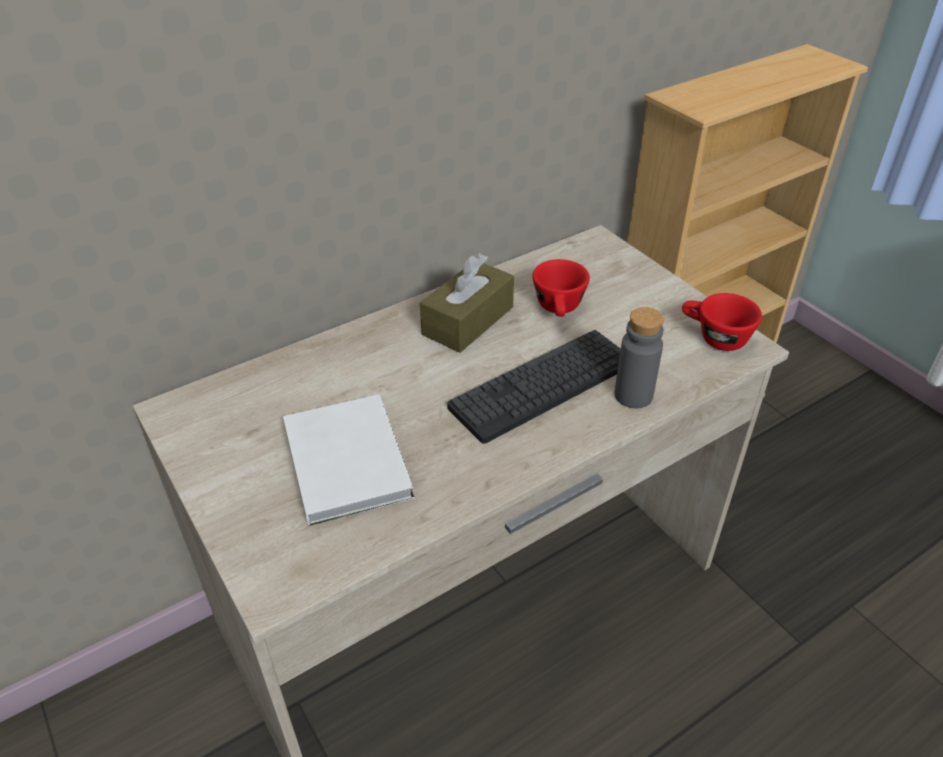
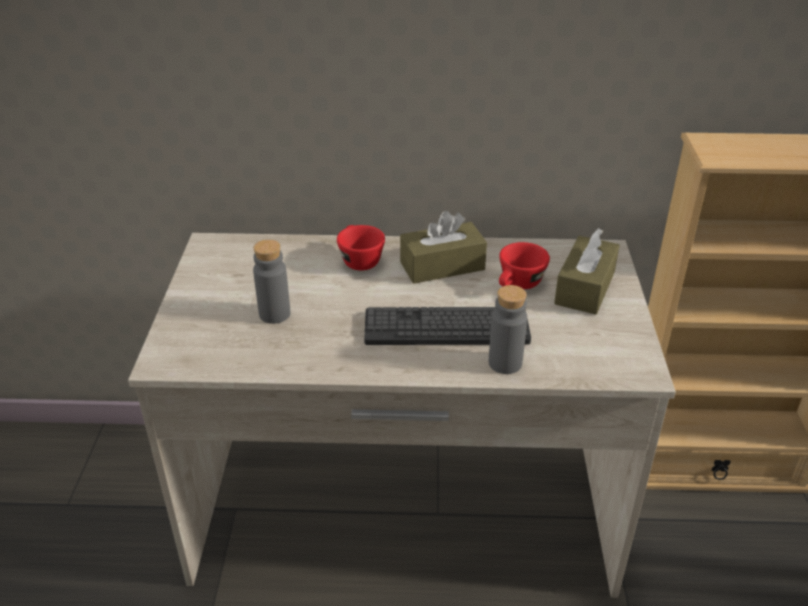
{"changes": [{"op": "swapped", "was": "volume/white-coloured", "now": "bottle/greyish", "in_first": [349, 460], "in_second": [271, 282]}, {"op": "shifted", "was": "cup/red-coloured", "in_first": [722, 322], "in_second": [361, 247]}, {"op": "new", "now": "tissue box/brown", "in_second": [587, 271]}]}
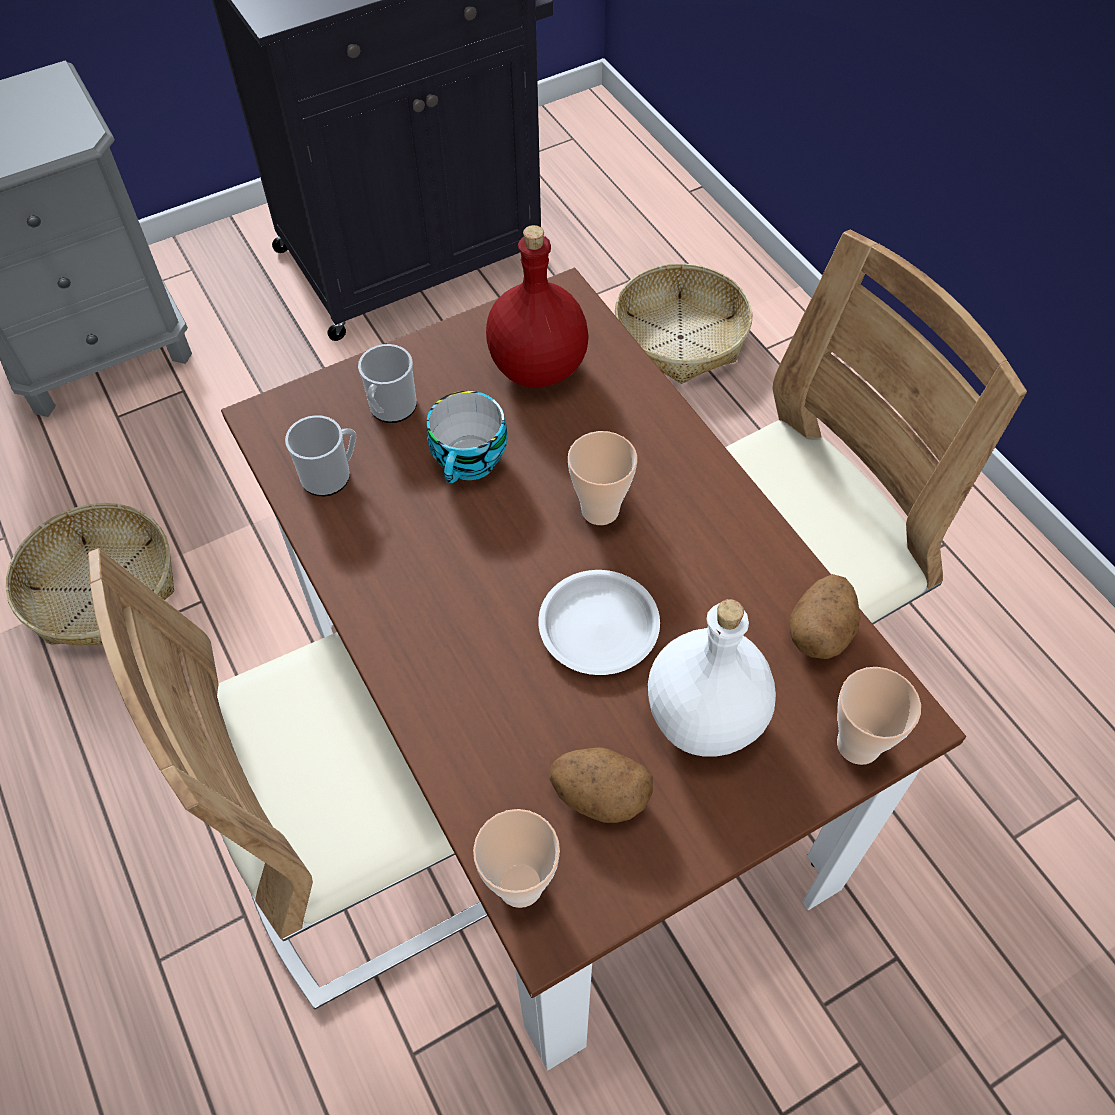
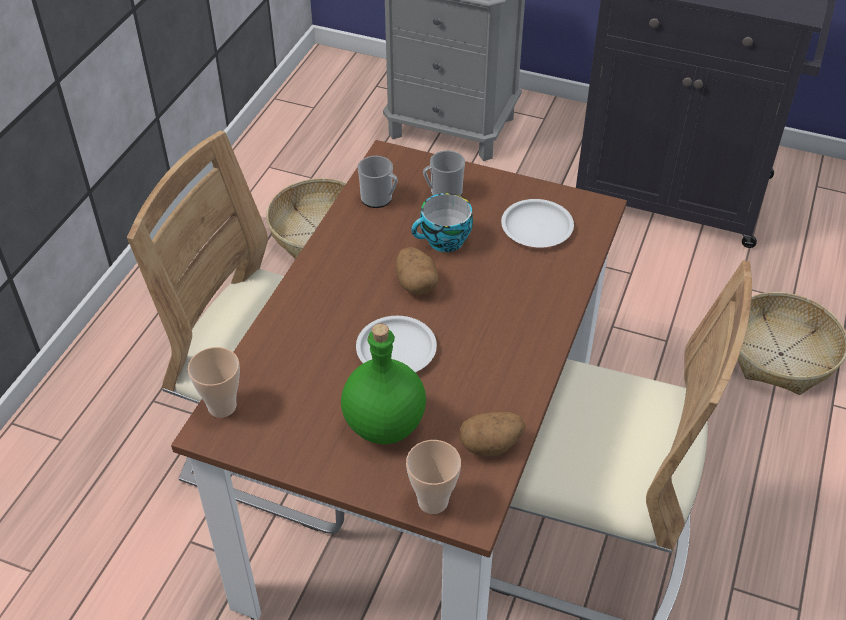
{"changes": [{"op": "swapped", "was": "bottle/red-coloured", "now": "flat dish/white-coloured", "in_first": [537, 306], "in_second": [537, 223]}, {"op": "shifted", "was": "whole potato", "in_first": [601, 785], "in_second": [417, 271]}, {"op": "gone", "was": "cup", "in_first": [602, 478]}, {"op": "repainted", "was": "bottle/white-coloured", "now": "bottle/green-coloured", "in_first": [712, 678], "in_second": [383, 383]}]}
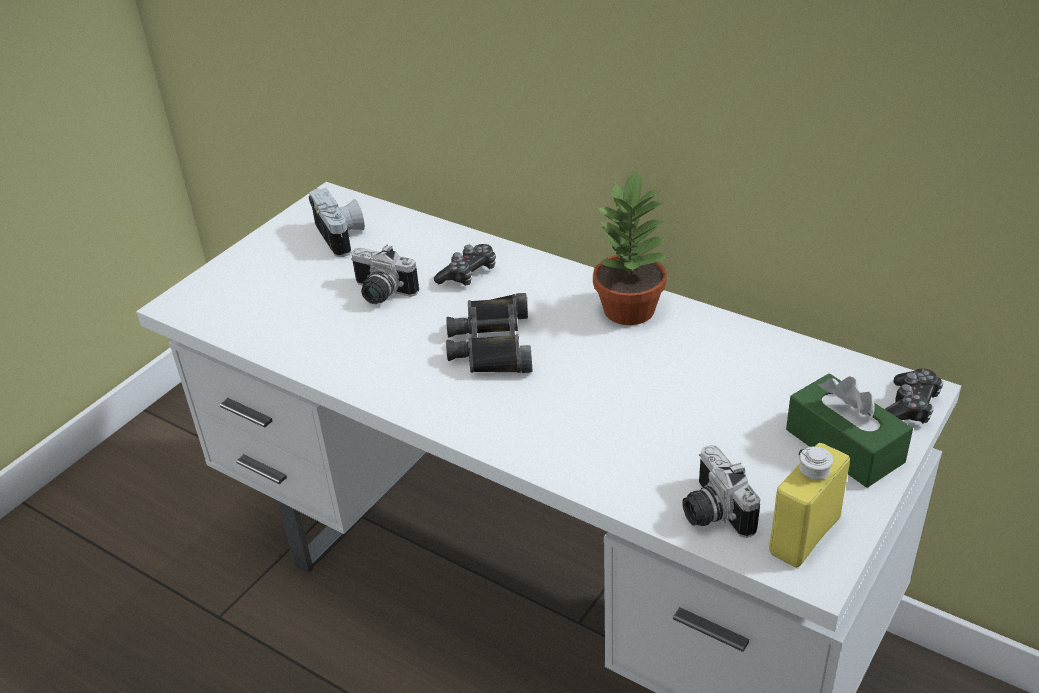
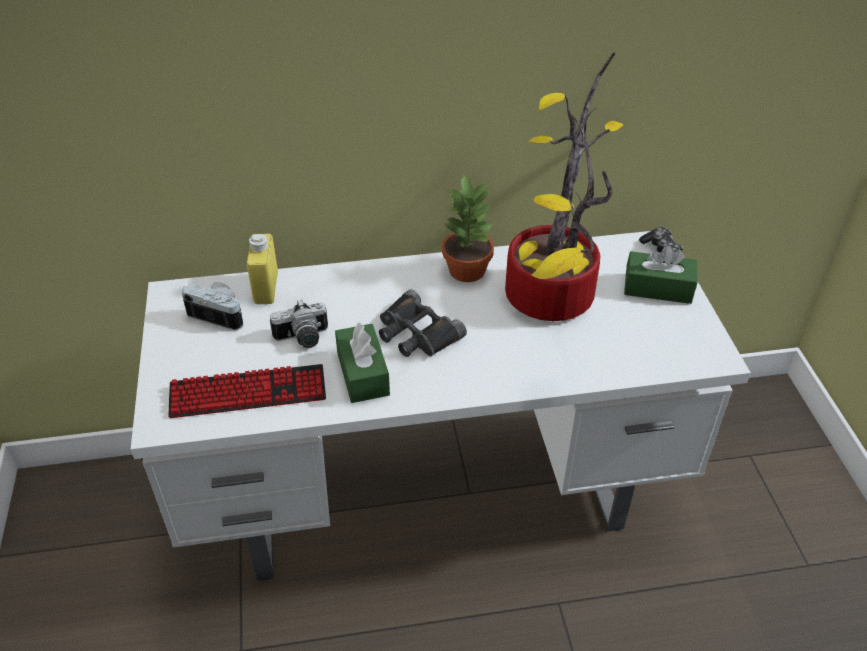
{"changes": [{"op": "gone", "was": "joypad", "in_first": [465, 265]}, {"op": "gone", "was": "photo camera", "in_first": [721, 491]}, {"op": "shifted", "was": "bottle/yellowish", "in_first": [809, 505], "in_second": [262, 269]}, {"op": "new", "now": "PC keyboard", "in_second": [247, 391]}, {"op": "new", "now": "tissue box/green-coloured", "in_second": [362, 362]}, {"op": "new", "now": "houseplant", "in_second": [564, 186]}]}
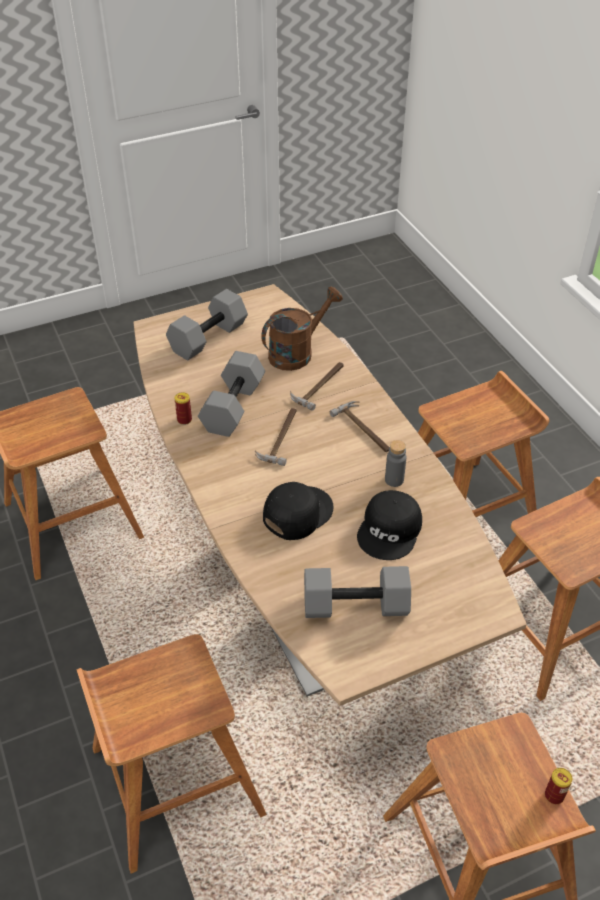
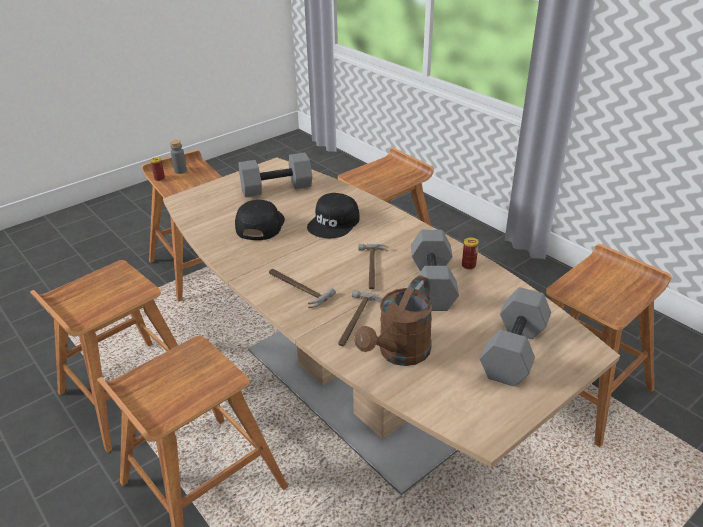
{"changes": [{"op": "shifted", "was": "bottle/greyish", "in_first": [396, 463], "in_second": [178, 157]}]}
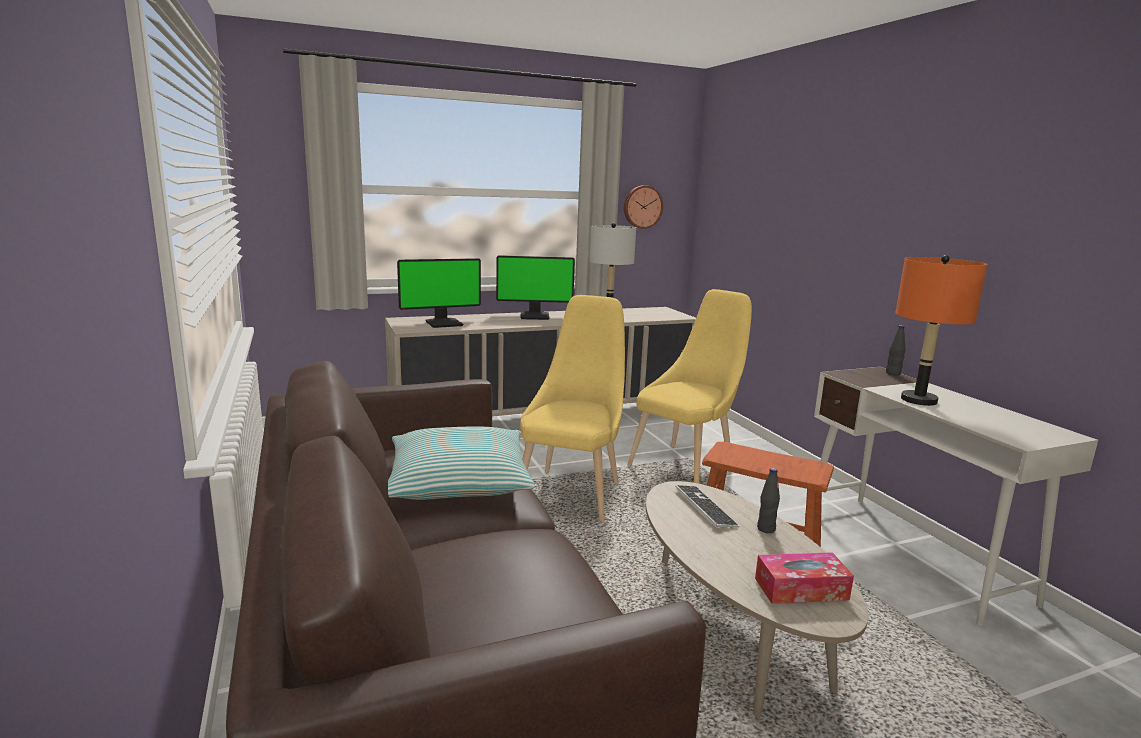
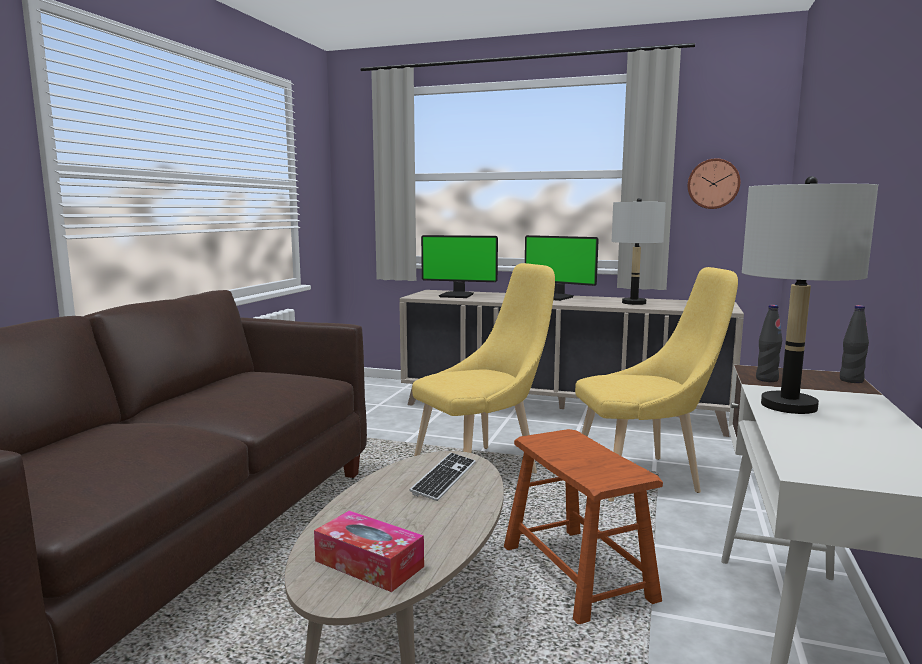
{"changes": [{"op": "gone", "was": "cushion", "in_first": [461, 463]}, {"op": "shifted", "was": "bottle/blackish", "in_first": [768, 500], "in_second": [769, 343]}, {"op": "repainted", "was": "table lamp/orange-coloured", "now": "table lamp/greyish", "in_first": [941, 330], "in_second": [810, 295]}]}
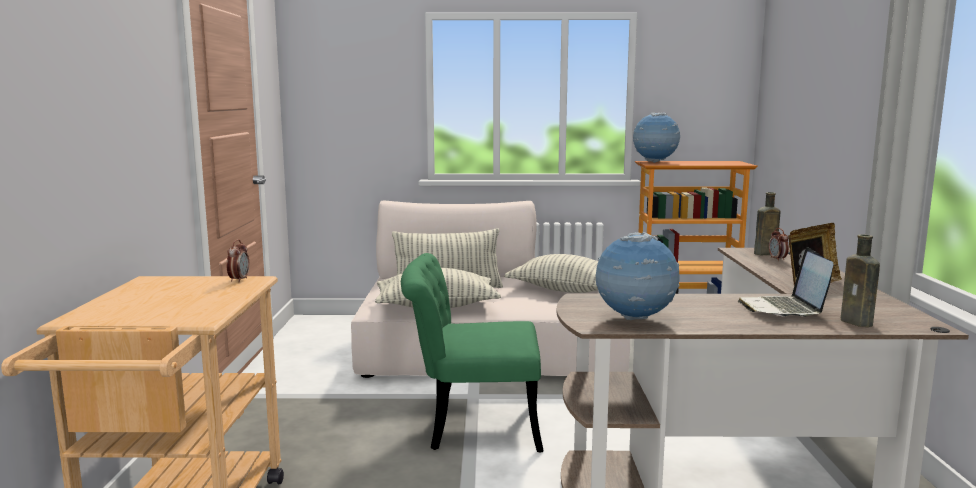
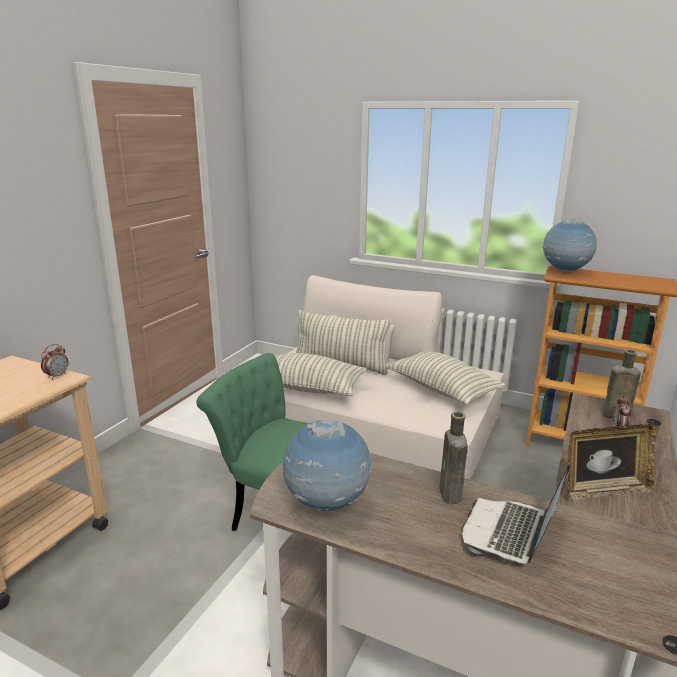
{"changes": [{"op": "shifted", "was": "bottle/brown", "in_first": [860, 280], "in_second": [453, 458]}]}
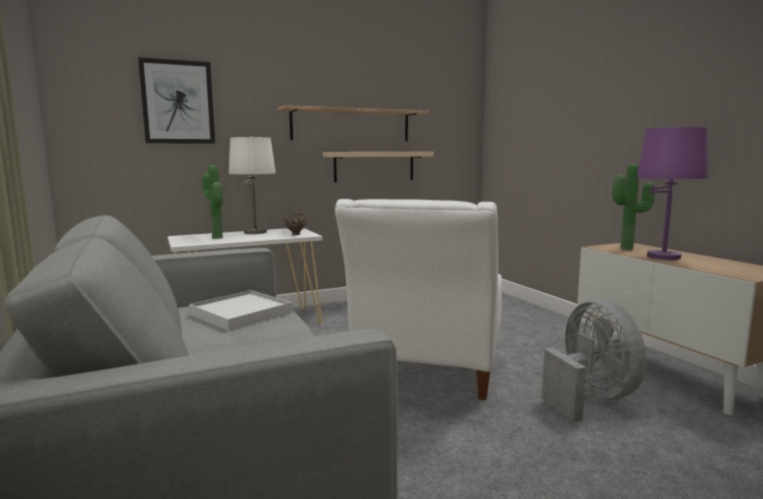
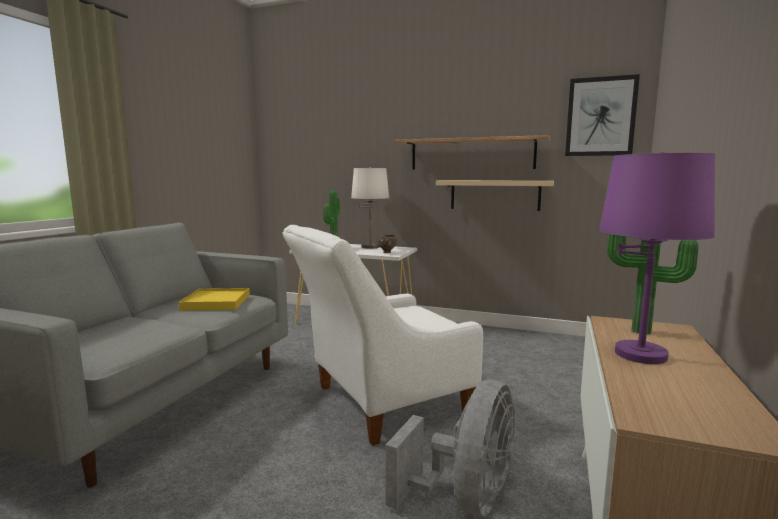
{"changes": [{"op": "shifted", "was": "wall art", "in_first": [176, 100], "in_second": [602, 115]}, {"op": "repainted", "was": "tray/white-coloured", "now": "tray/yellowish", "in_first": [240, 310], "in_second": [214, 299]}]}
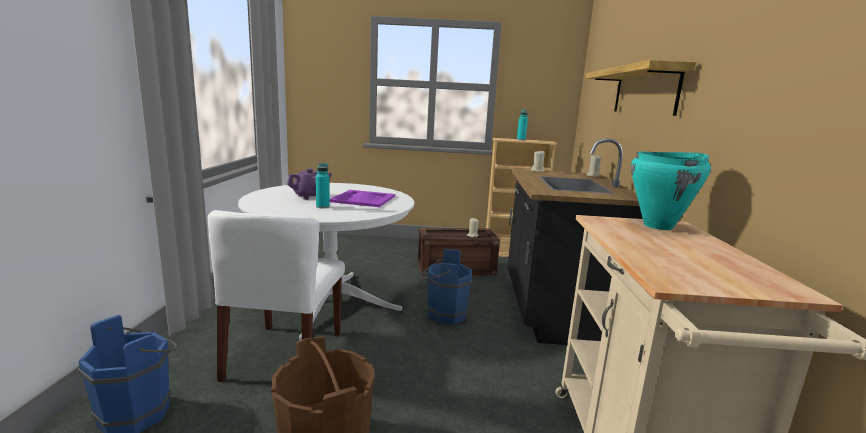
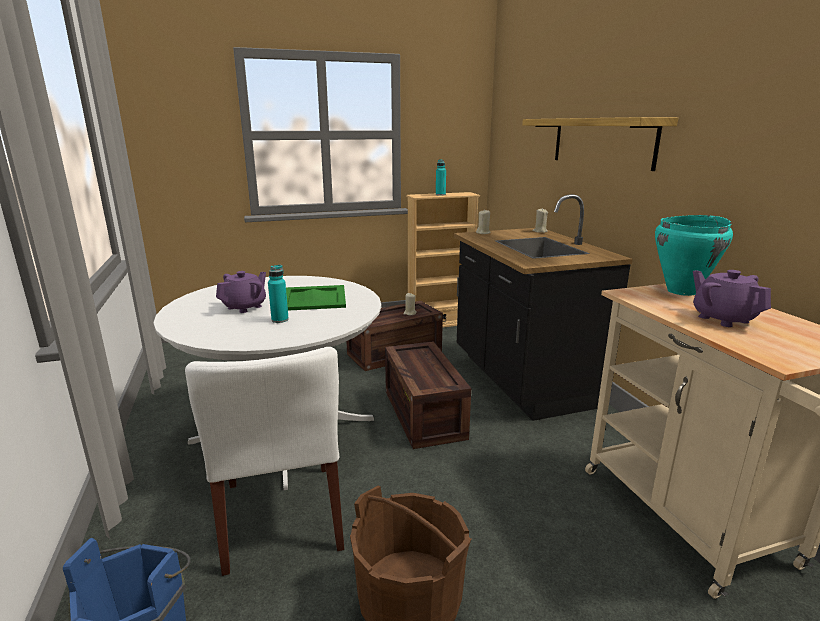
{"changes": [{"op": "repainted", "was": "tray/purple-coloured", "now": "tray/green-coloured", "in_first": [362, 198], "in_second": [316, 298]}, {"op": "swapped", "was": "water bucket/bluish", "now": "crate", "in_first": [446, 287], "in_second": [428, 395]}, {"op": "new", "now": "teapot/purple-coloured", "in_second": [732, 298]}]}
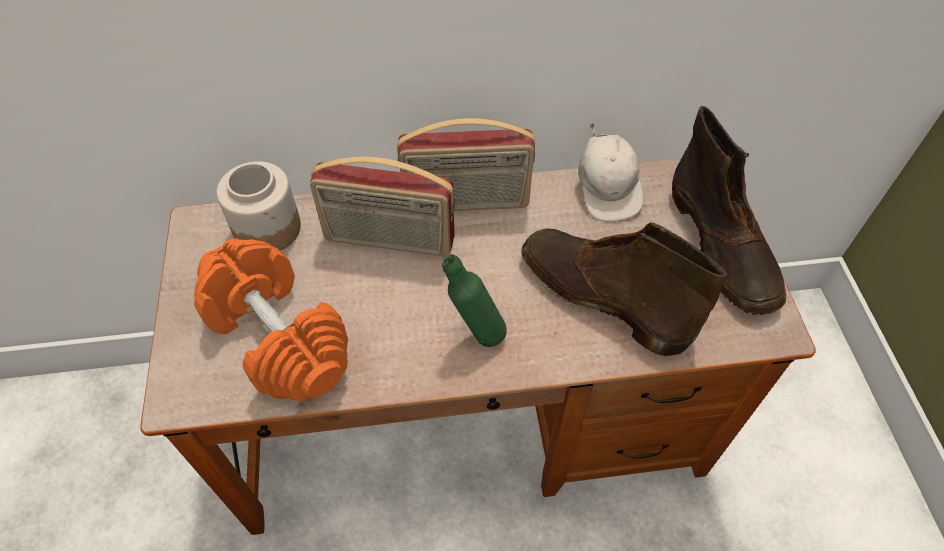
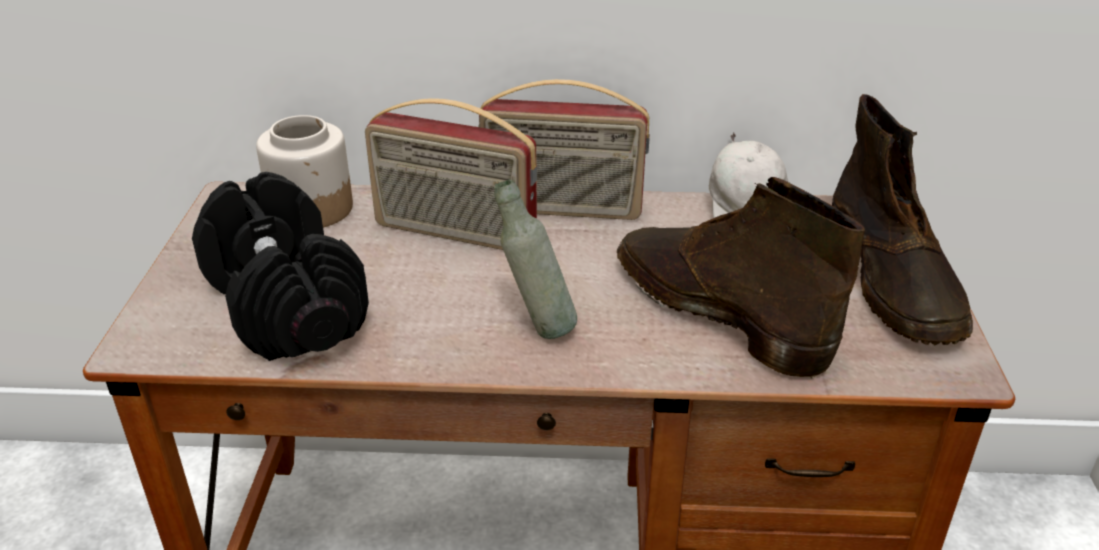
{"changes": [{"op": "repainted", "was": "dumbbell/orange-coloured", "now": "dumbbell/blackish", "in_first": [271, 320], "in_second": [280, 266]}, {"op": "repainted", "was": "bottle/green-coloured", "now": "bottle/greyish", "in_first": [474, 300], "in_second": [535, 259]}]}
